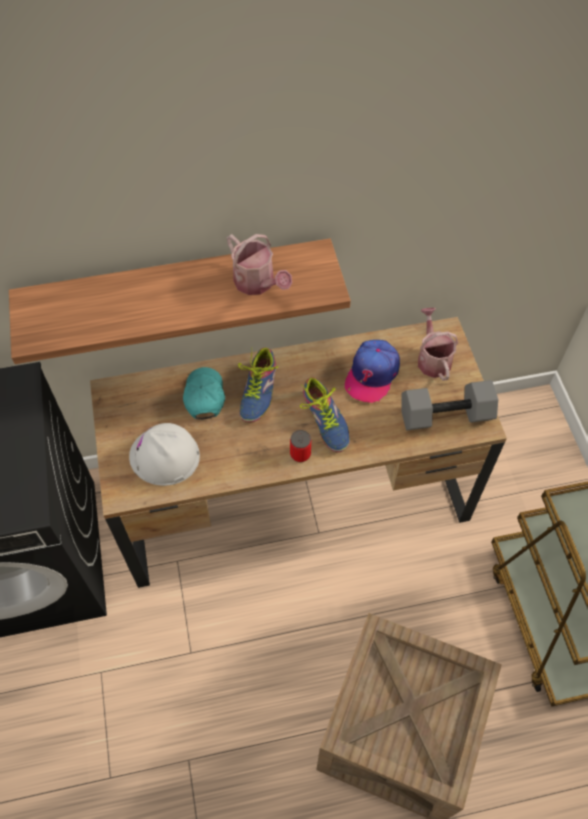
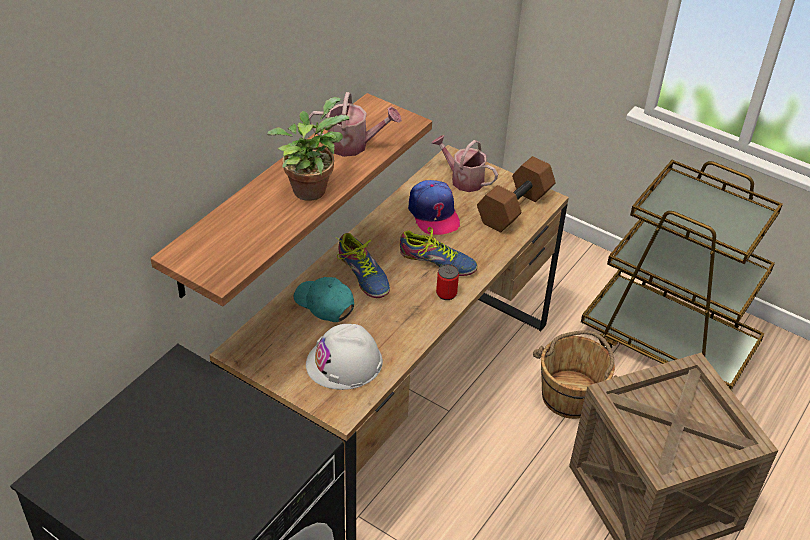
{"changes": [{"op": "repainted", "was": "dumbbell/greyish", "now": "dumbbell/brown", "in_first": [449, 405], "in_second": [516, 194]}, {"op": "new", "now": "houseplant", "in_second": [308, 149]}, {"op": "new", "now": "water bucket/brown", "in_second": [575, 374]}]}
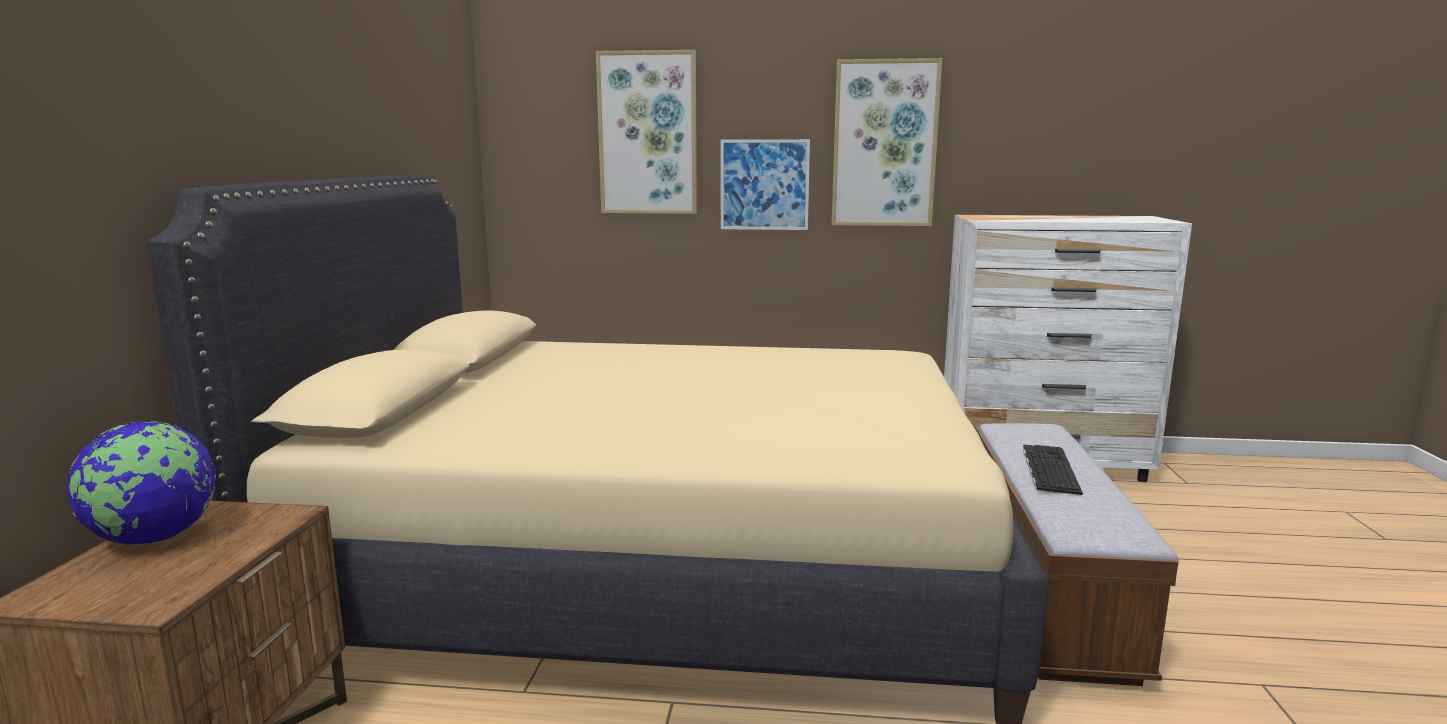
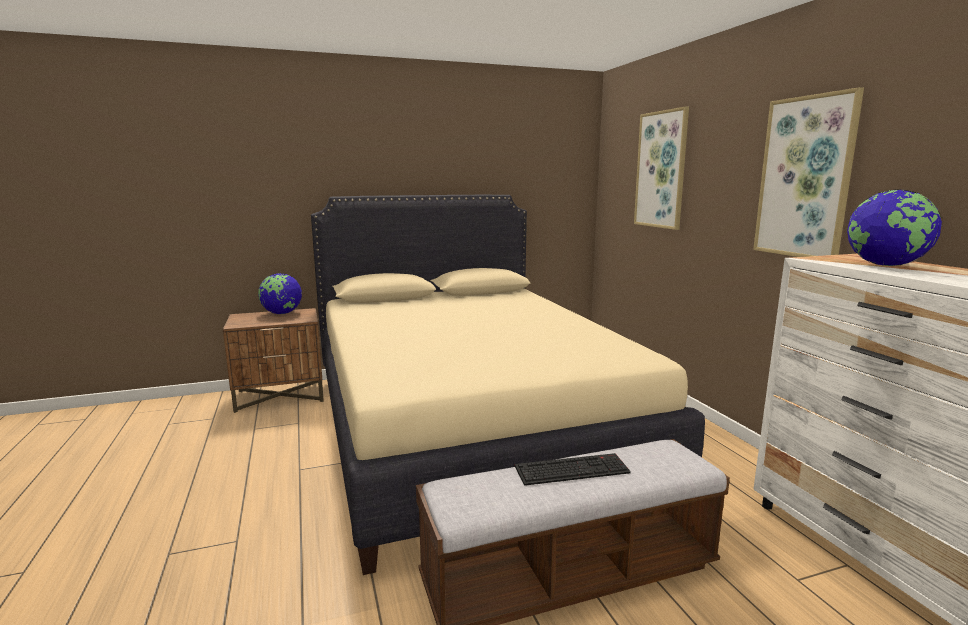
{"changes": [{"op": "gone", "was": "wall art", "in_first": [765, 184]}, {"op": "new", "now": "desk globe", "in_second": [894, 227]}]}
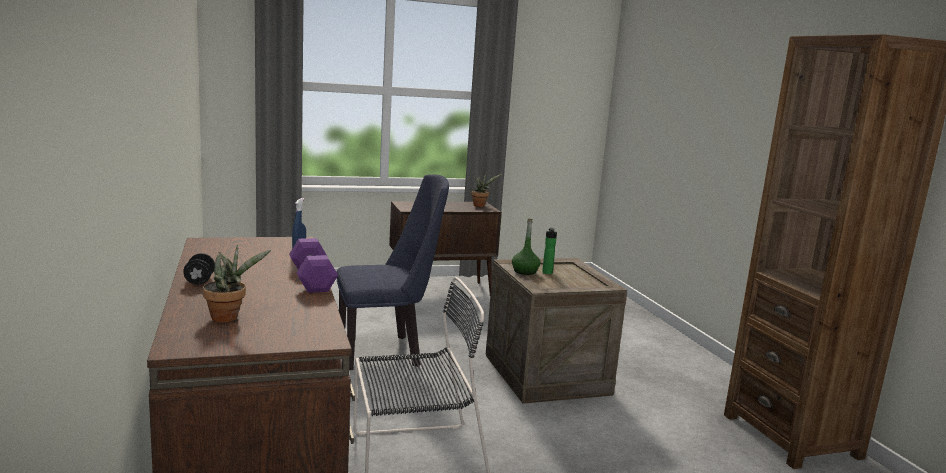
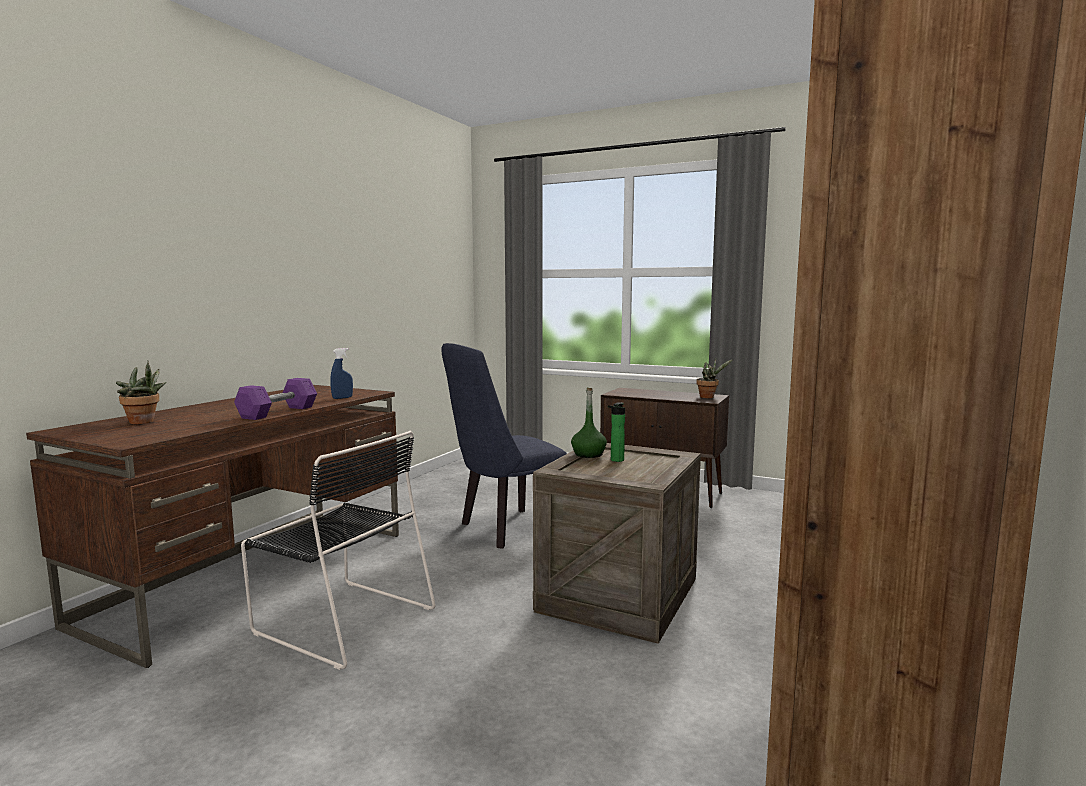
{"changes": [{"op": "gone", "was": "dumbbell/blackish", "in_first": [199, 269]}, {"op": "rotated", "was": "upright chair/bluish", "in_first": [393, 272], "in_second": [504, 446], "clockwise": 120}]}
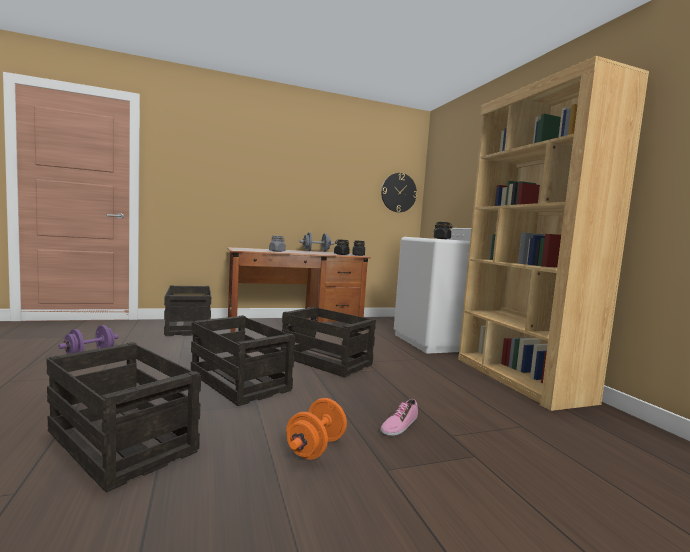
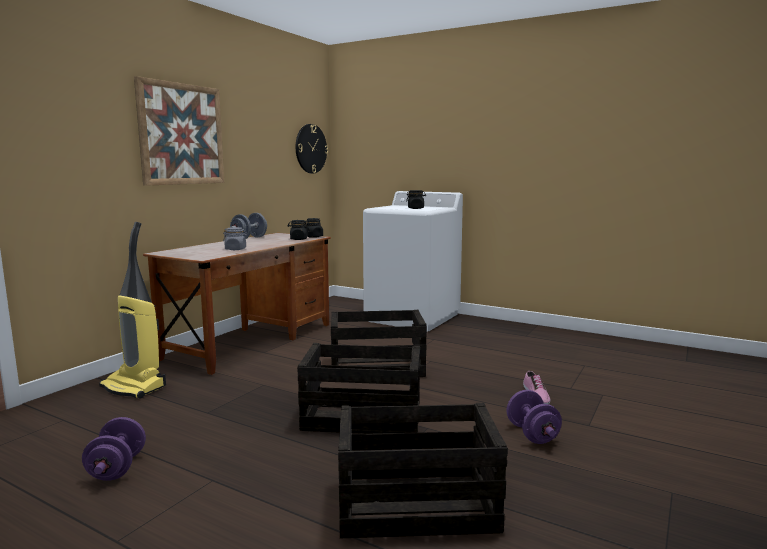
{"changes": [{"op": "swapped", "was": "crate", "now": "hoover", "in_first": [187, 310], "in_second": [132, 310]}, {"op": "repainted", "was": "dumbbell/orange-coloured", "now": "dumbbell/purple-coloured", "in_first": [316, 429], "in_second": [534, 417]}, {"op": "gone", "was": "bookcase/brown", "in_first": [553, 233]}, {"op": "new", "now": "wall art", "in_second": [179, 131]}]}
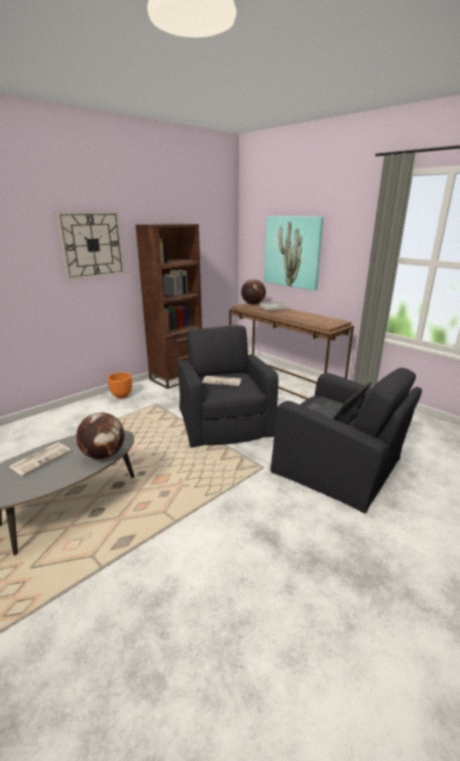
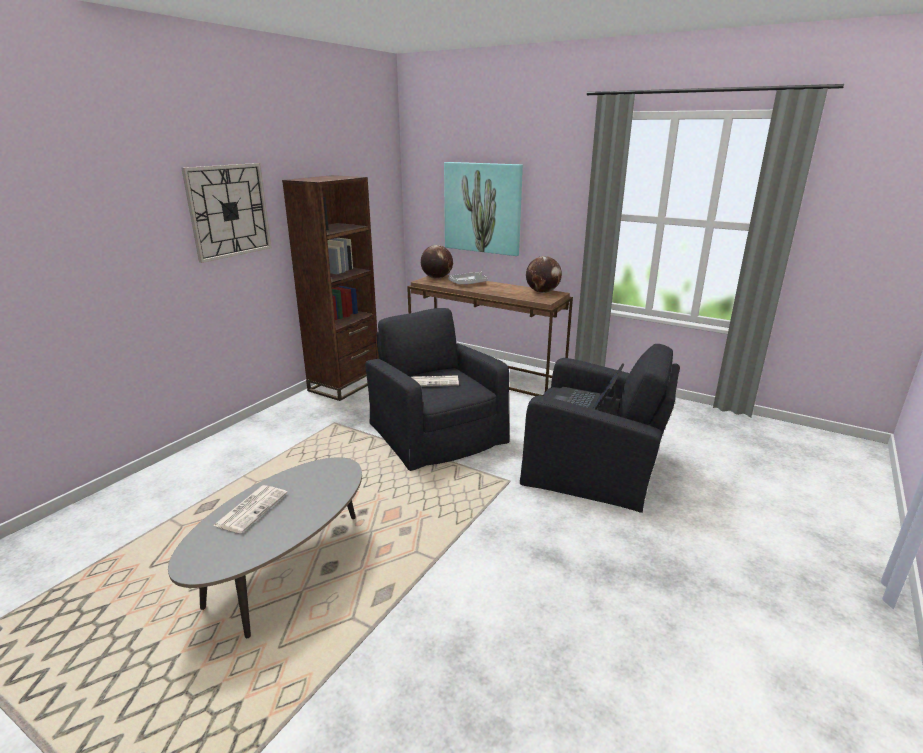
{"changes": [{"op": "shifted", "was": "desk globe", "in_first": [100, 436], "in_second": [544, 274]}, {"op": "gone", "was": "plant pot/orange-coloured", "in_first": [120, 385]}]}
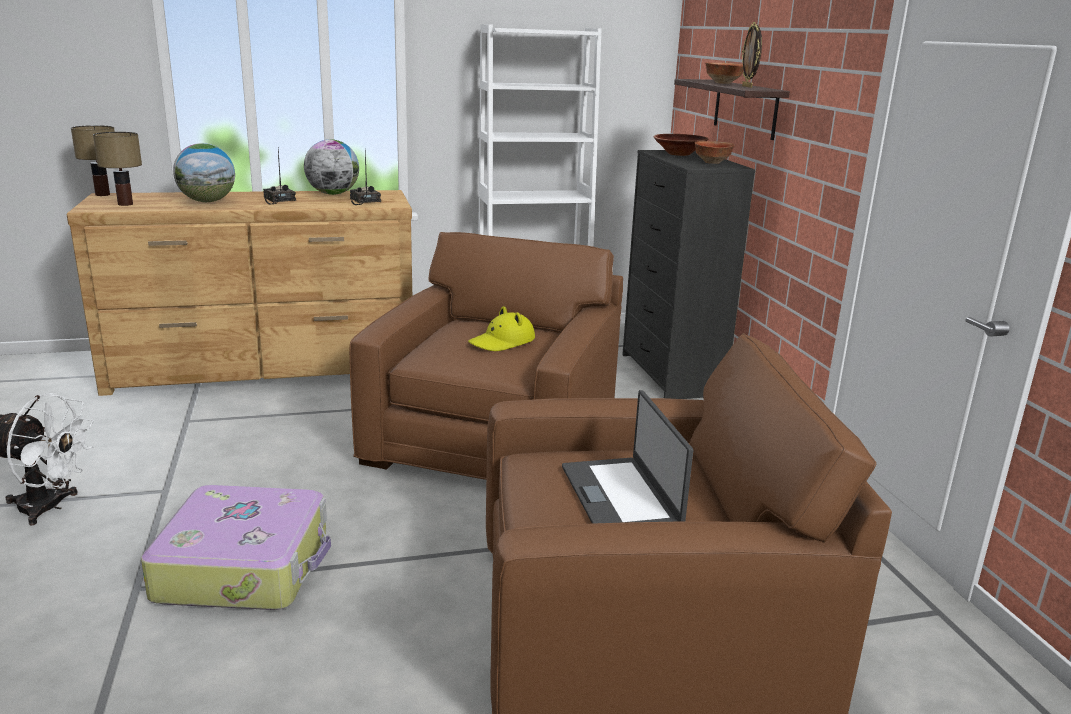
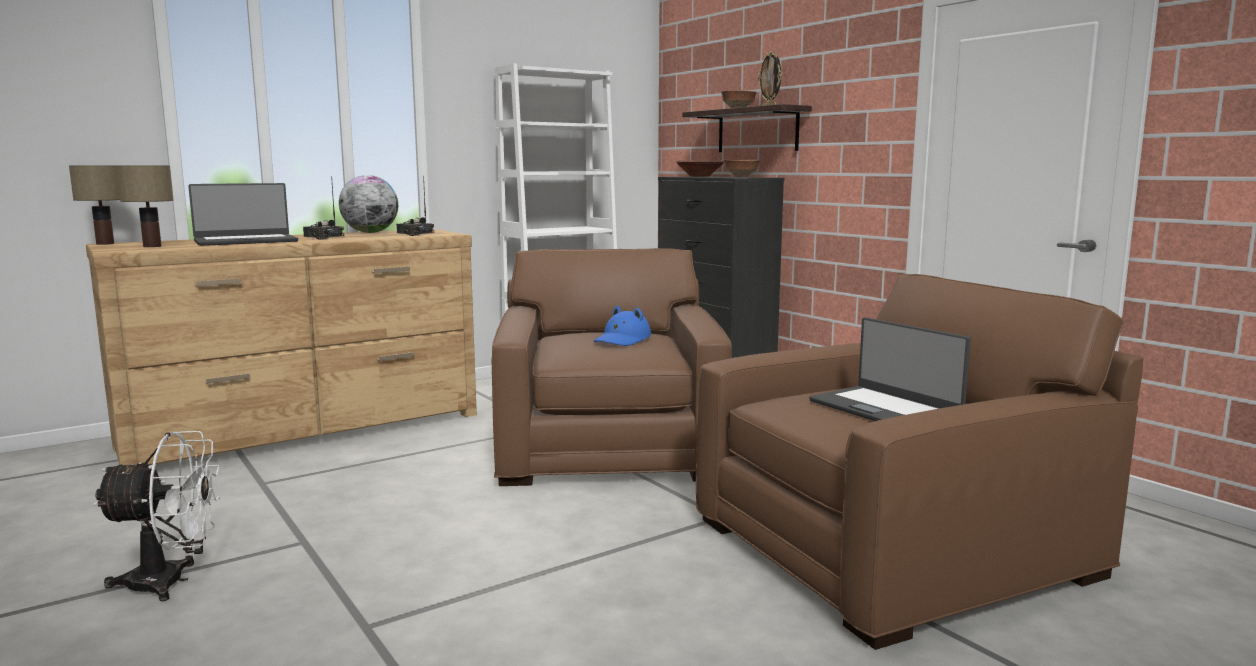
{"changes": [{"op": "gone", "was": "suitcase", "in_first": [236, 547]}, {"op": "swapped", "was": "desk globe", "now": "portable computer", "in_first": [204, 172], "in_second": [243, 214]}, {"op": "repainted", "was": "hat/yellowish", "now": "hat/bluish", "in_first": [501, 328], "in_second": [622, 326]}]}
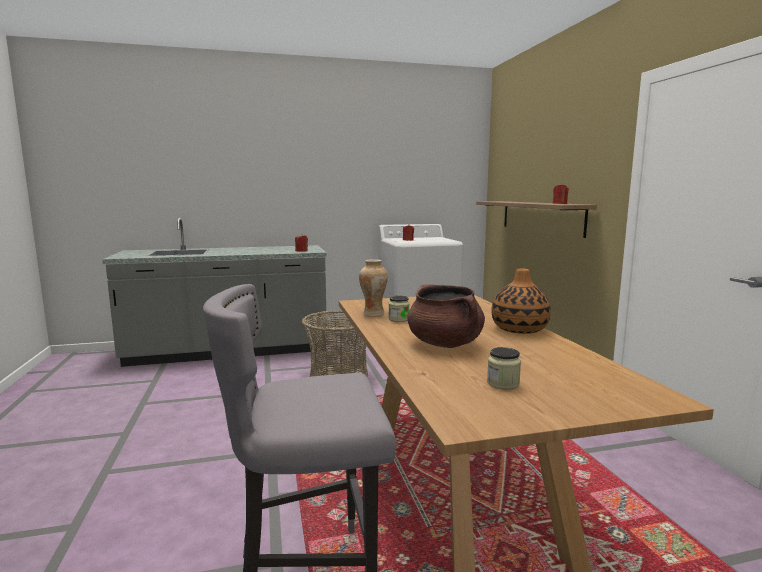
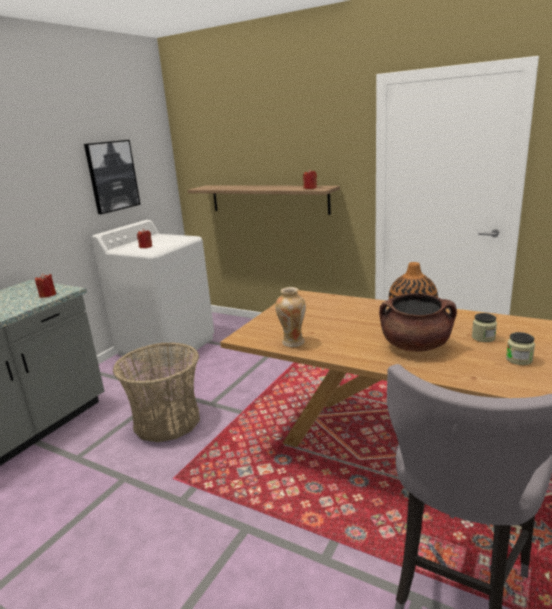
{"changes": [{"op": "shifted", "was": "preserve jar", "in_first": [399, 309], "in_second": [484, 327]}, {"op": "new", "now": "wall art", "in_second": [112, 177]}]}
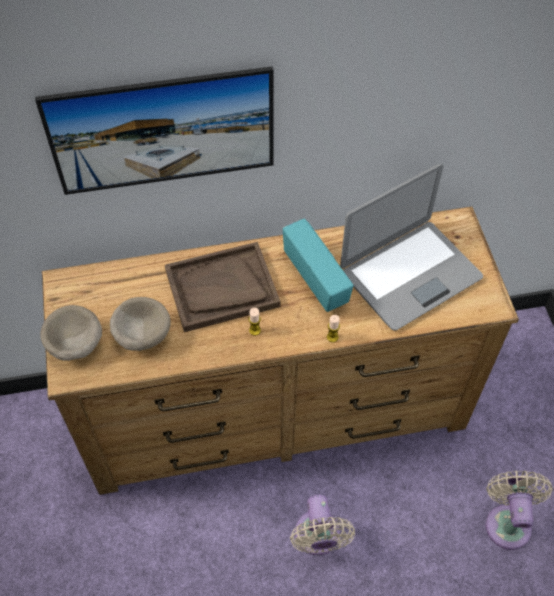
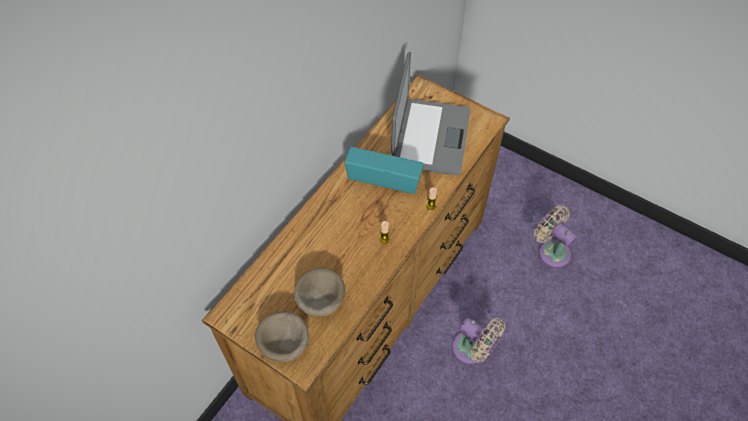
{"changes": [{"op": "gone", "was": "wall art", "in_first": [154, 130]}, {"op": "gone", "was": "tray/brown", "in_first": [222, 287]}]}
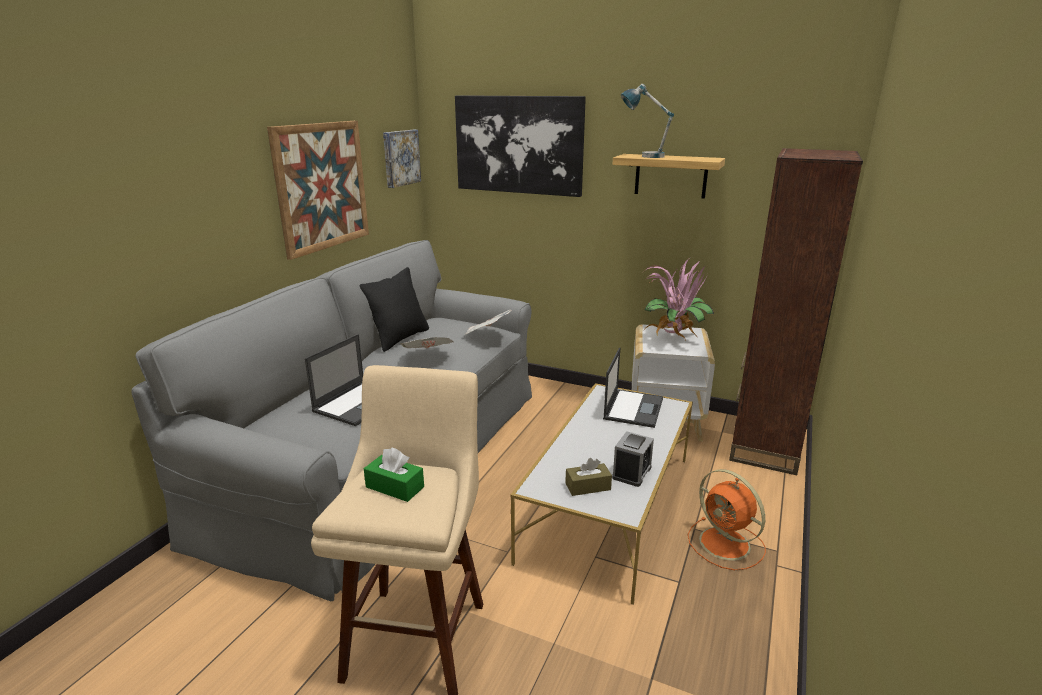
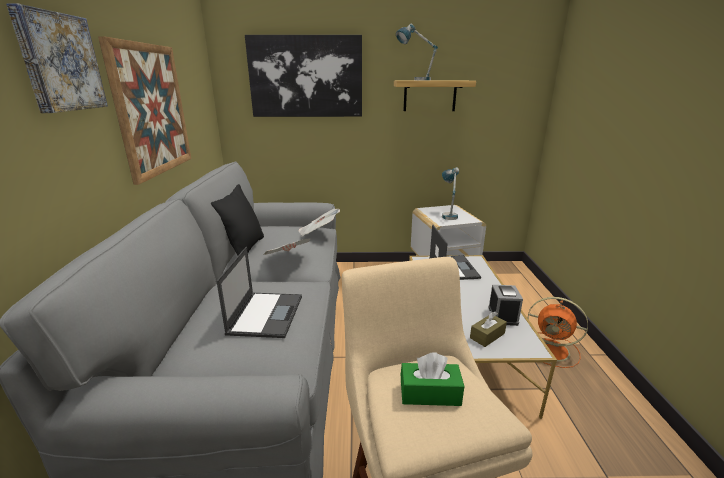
{"changes": [{"op": "shifted", "was": "wall art", "in_first": [402, 159], "in_second": [57, 58]}, {"op": "swapped", "was": "houseplant", "now": "table lamp", "in_first": [678, 299], "in_second": [450, 193]}, {"op": "gone", "was": "bookcase/brown", "in_first": [796, 311]}]}
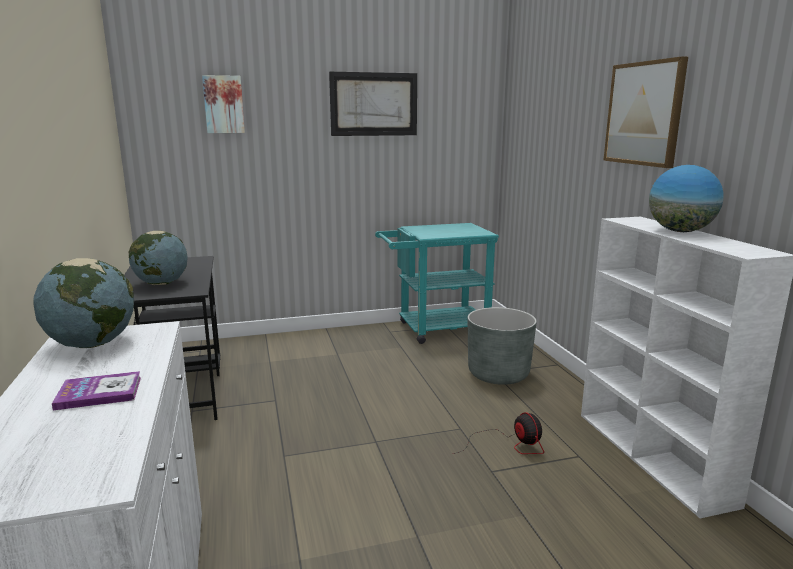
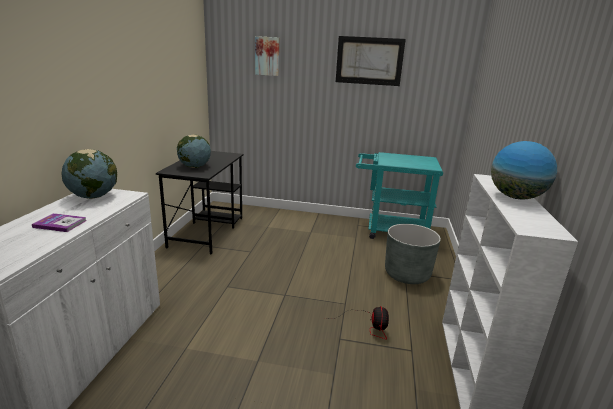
{"changes": [{"op": "gone", "was": "wall art", "in_first": [645, 112]}]}
